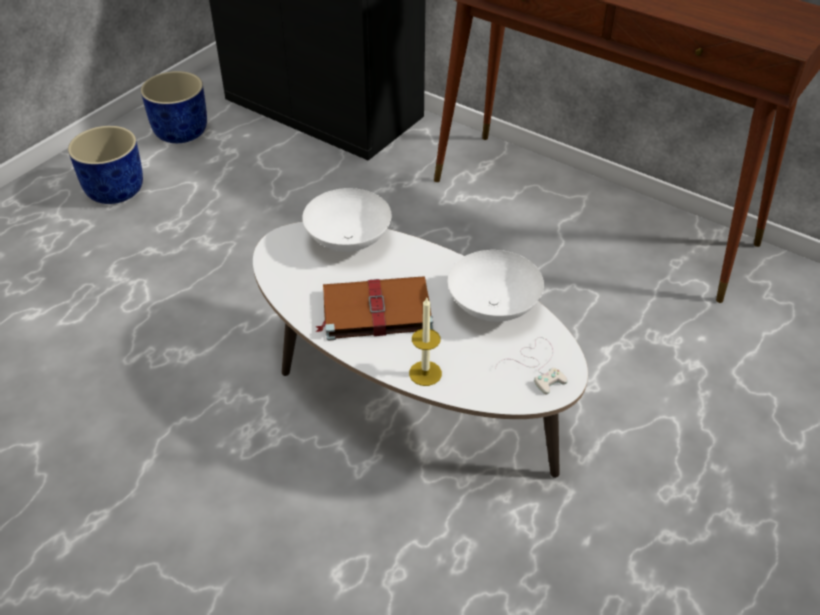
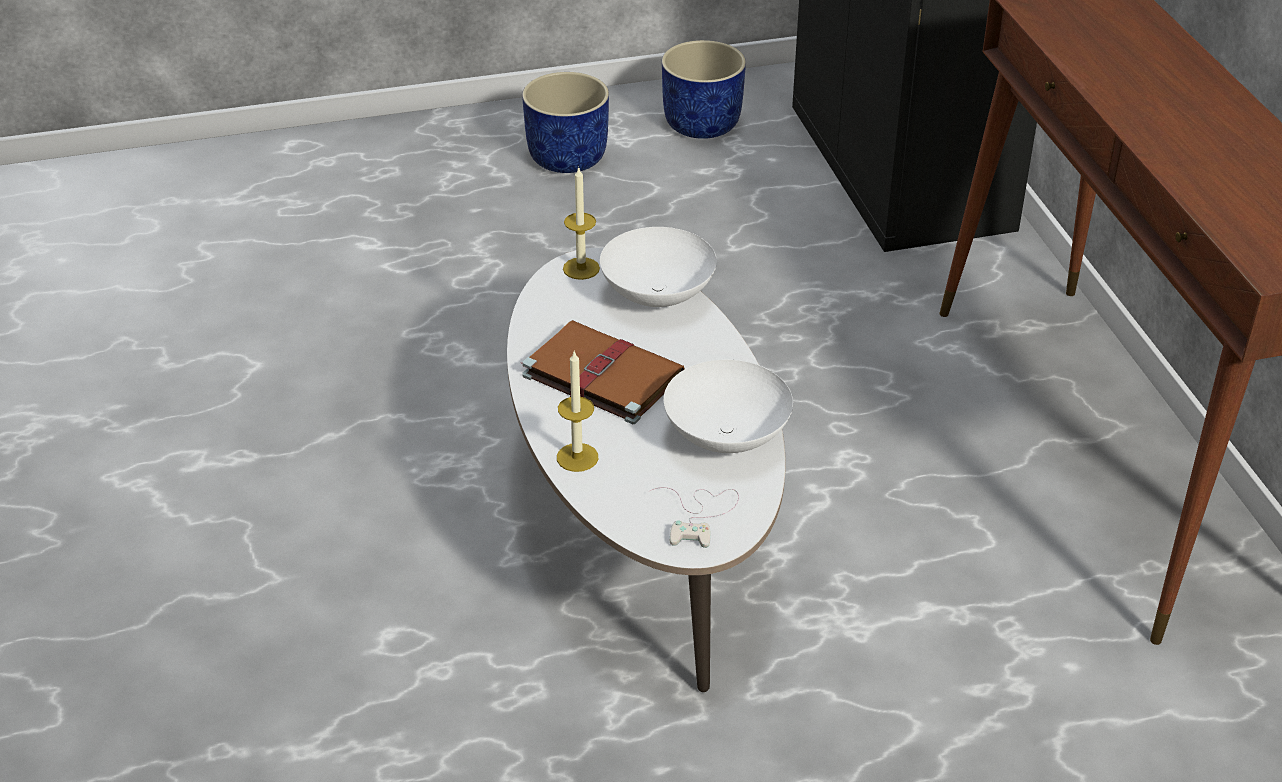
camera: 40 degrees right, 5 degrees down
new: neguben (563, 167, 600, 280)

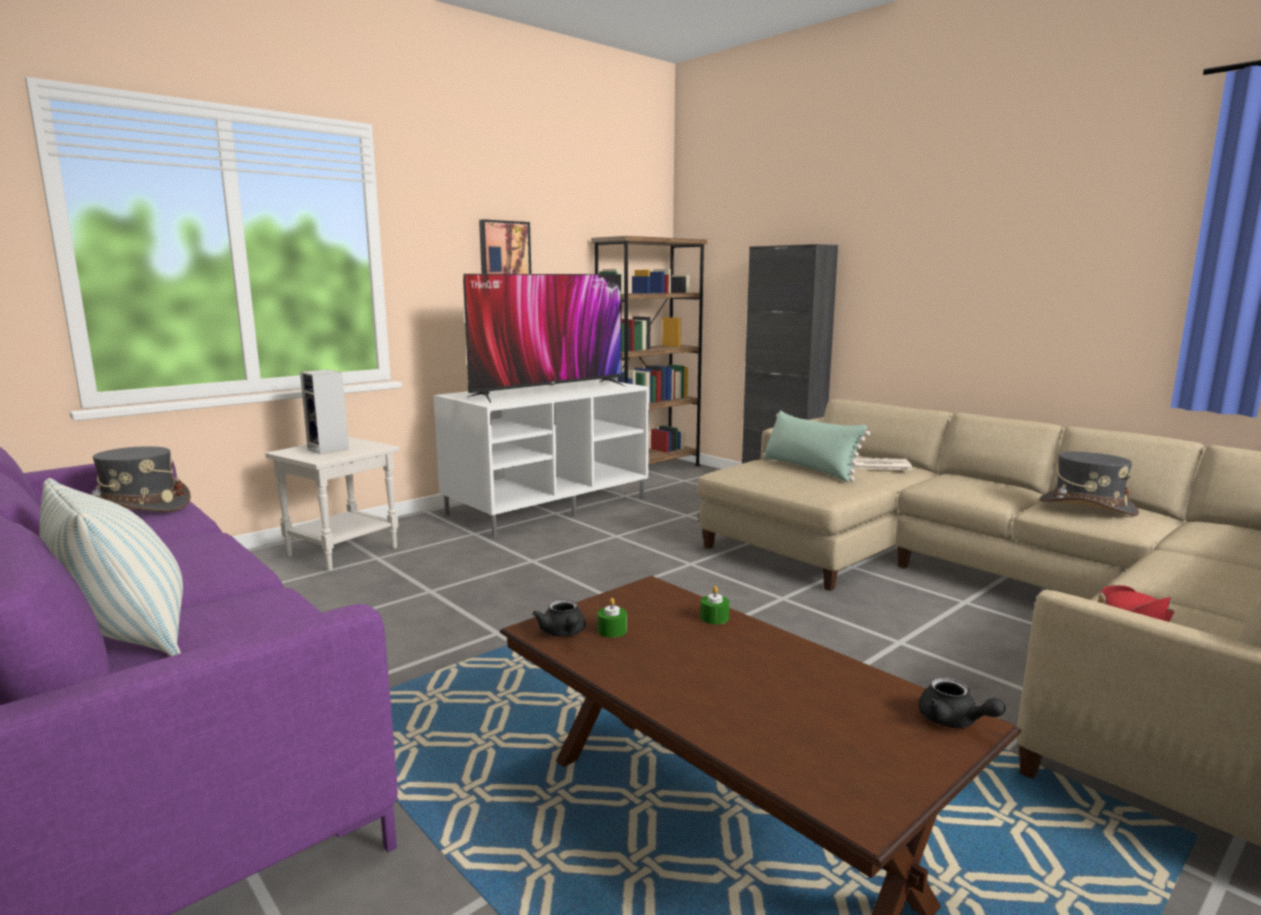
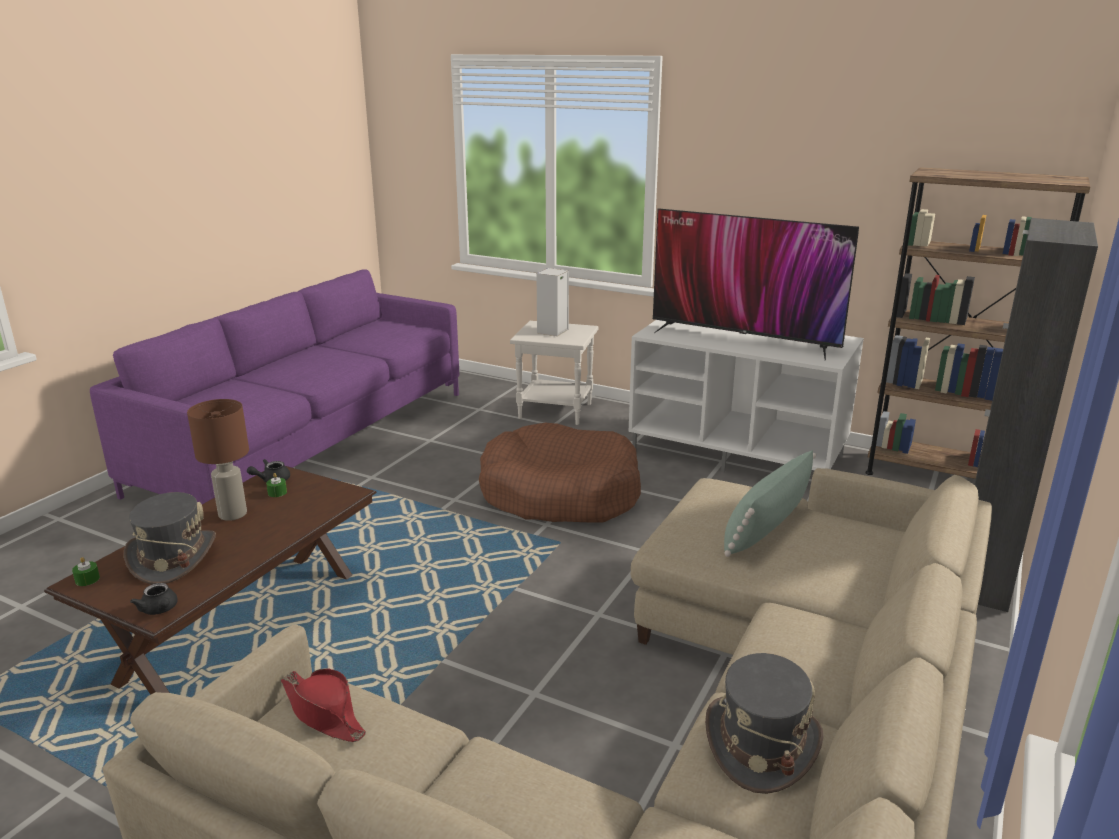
camera: 70 degrees right, 10 degrees up
gone: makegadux (39, 478, 183, 656); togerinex (479, 219, 531, 274); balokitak (853, 458, 912, 470)
new: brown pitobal (187, 399, 249, 521); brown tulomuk (479, 423, 641, 523)
shifted: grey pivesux (92, 446, 191, 512) to (124, 492, 216, 584); green neguben (701, 586, 729, 624) to (72, 557, 100, 586)
rotated: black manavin (918, 677, 1006, 728) = (130, 583, 177, 615) 75 degrees counterclockwise

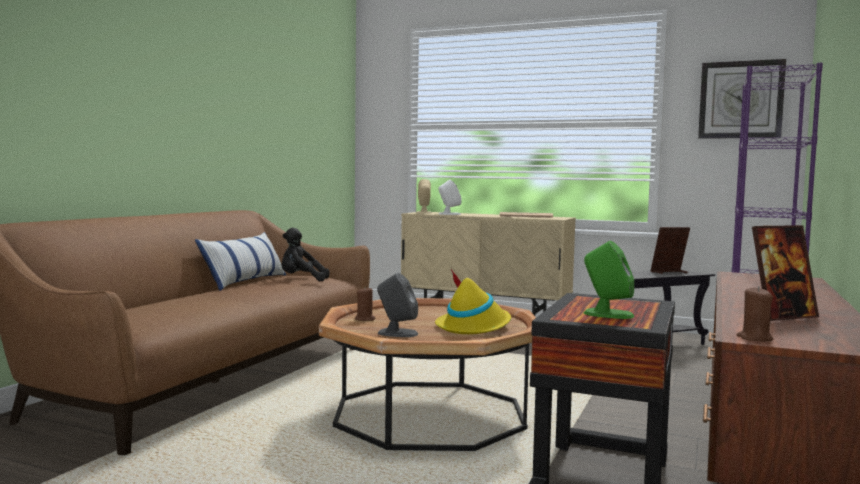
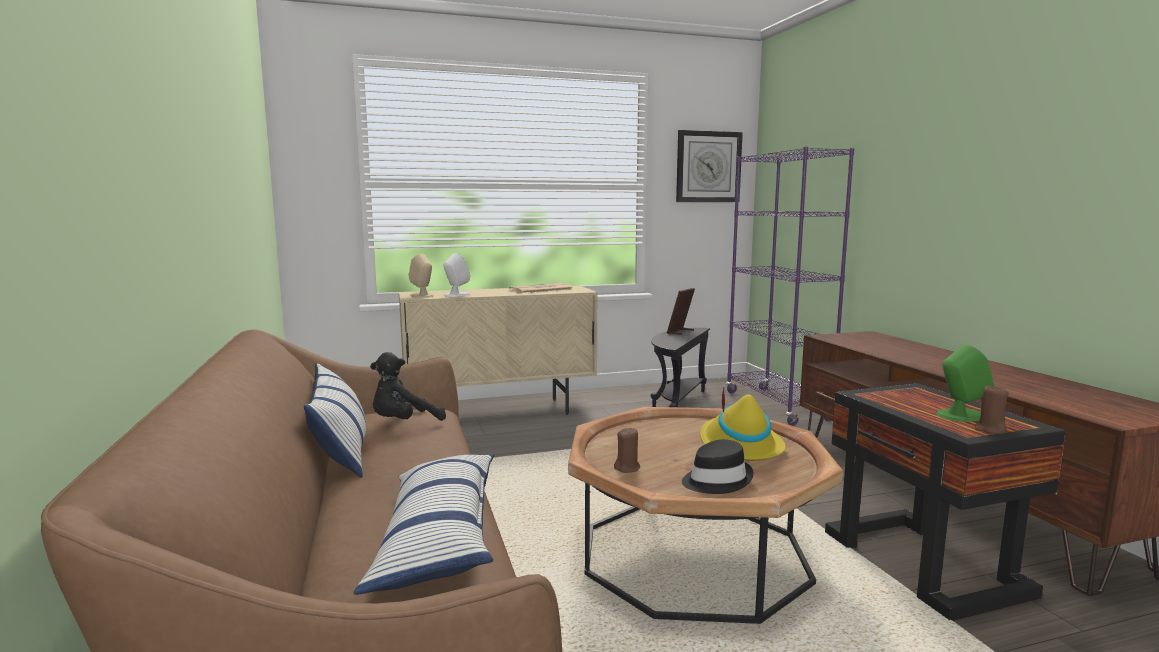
camera: 40 degrees left, 5 degrees up
gone: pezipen (752, 225, 819, 321)
new: makegadux (353, 454, 494, 595)
shifted: brown neguben (737, 286, 773, 342) to (975, 385, 1008, 434)
swapped: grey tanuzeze (377, 273, 418, 337) to black pivesux (682, 439, 754, 494)

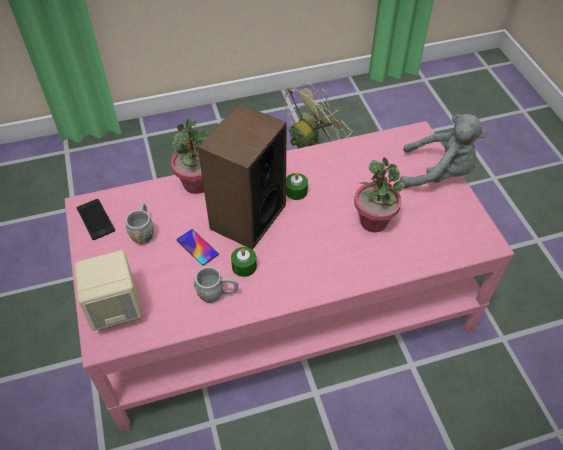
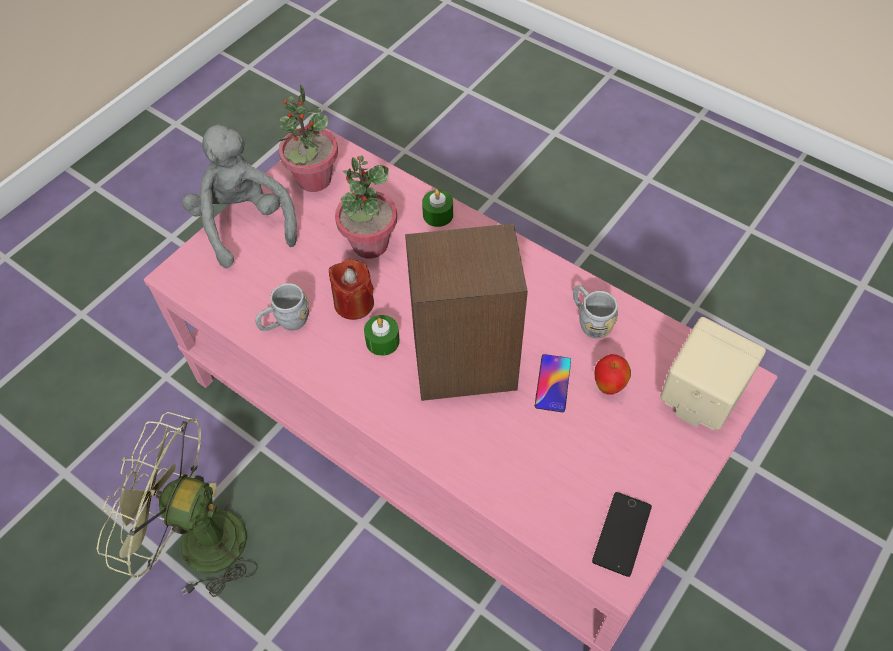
camera: 125 degrees left, 5 degrees up
new: red neguben (329, 259, 374, 320); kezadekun (595, 354, 631, 395)
shifted: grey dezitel (126, 204, 154, 245) to (255, 283, 309, 331); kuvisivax (171, 118, 209, 194) to (277, 84, 338, 192); green neguben (231, 247, 257, 277) to (422, 190, 453, 227)

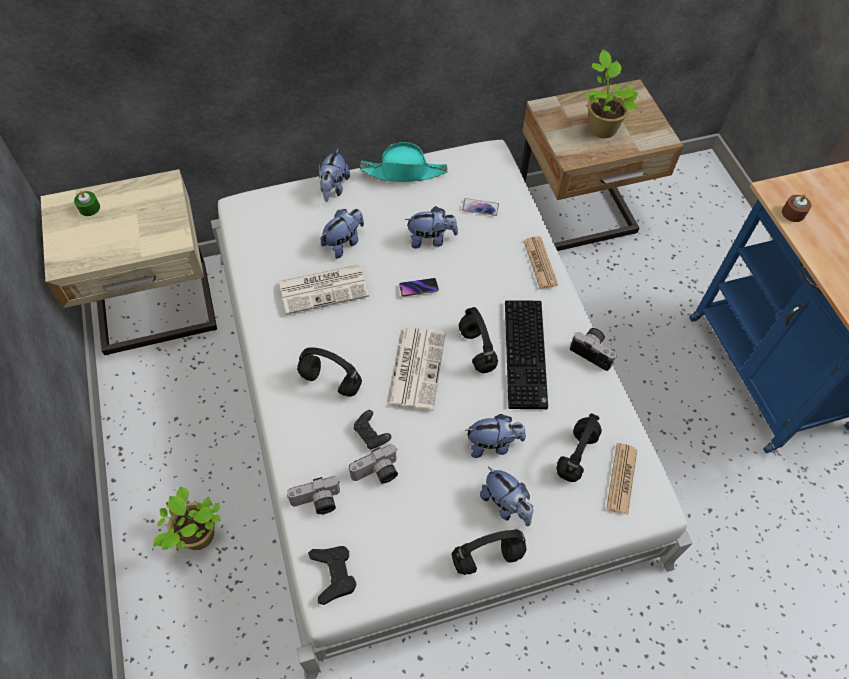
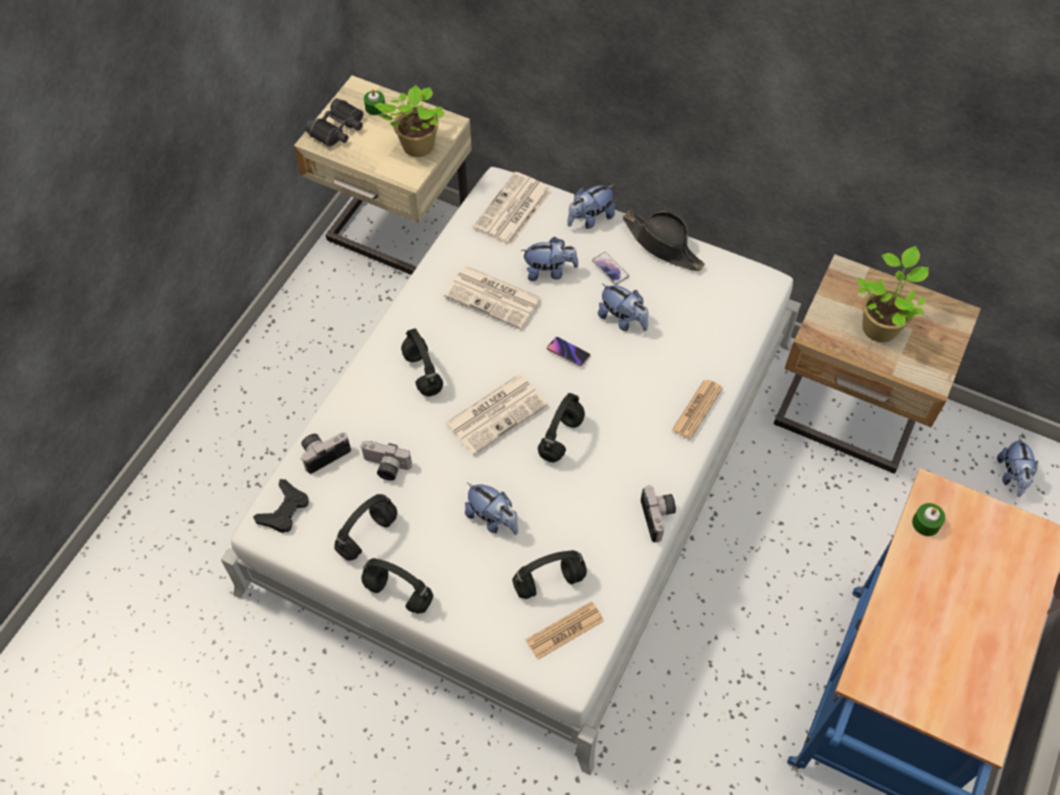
camera: 45 degrees right, 0 degrees up
gone: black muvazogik (354, 410, 391, 449); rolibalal (505, 300, 548, 409)
new: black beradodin (306, 98, 363, 147); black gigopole (334, 494, 397, 561); balokitak (473, 172, 552, 246)
shifted: kuvisivax (153, 486, 221, 550) to (374, 85, 445, 157); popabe (462, 198, 499, 216) to (592, 252, 629, 285); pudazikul (480, 467, 533, 527) to (997, 436, 1038, 497)
repainted: turquoise pivesux (360, 142, 447, 182) to black pivesux (622, 210, 705, 271); brown neguben (782, 194, 811, 222) to green neguben (912, 503, 945, 536)
rotated: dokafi (287, 476, 340, 514) = (301, 432, 351, 474) 120 degrees clockwise

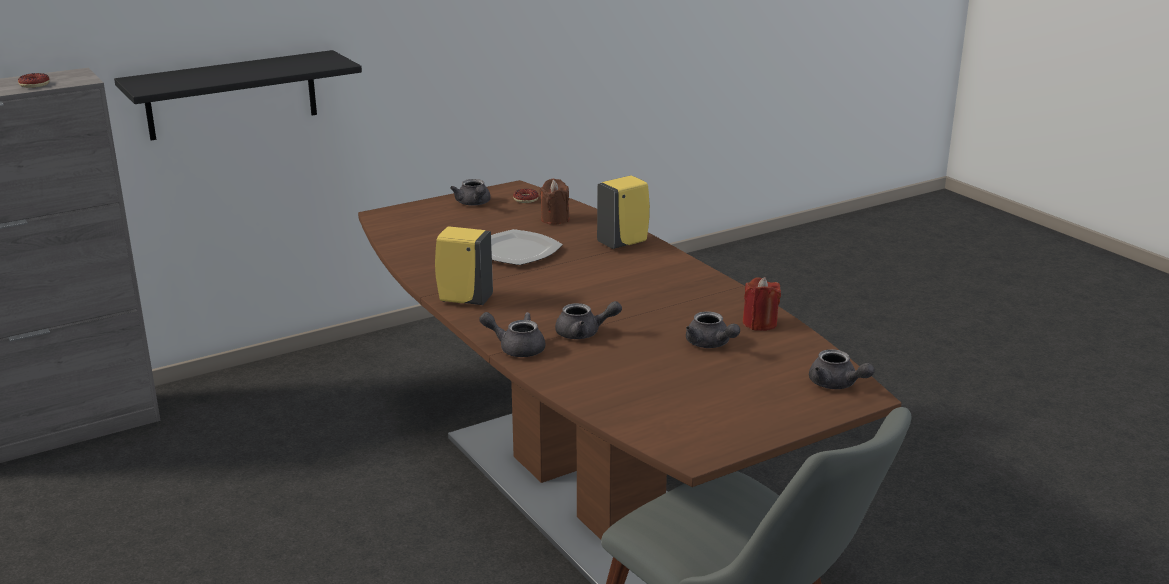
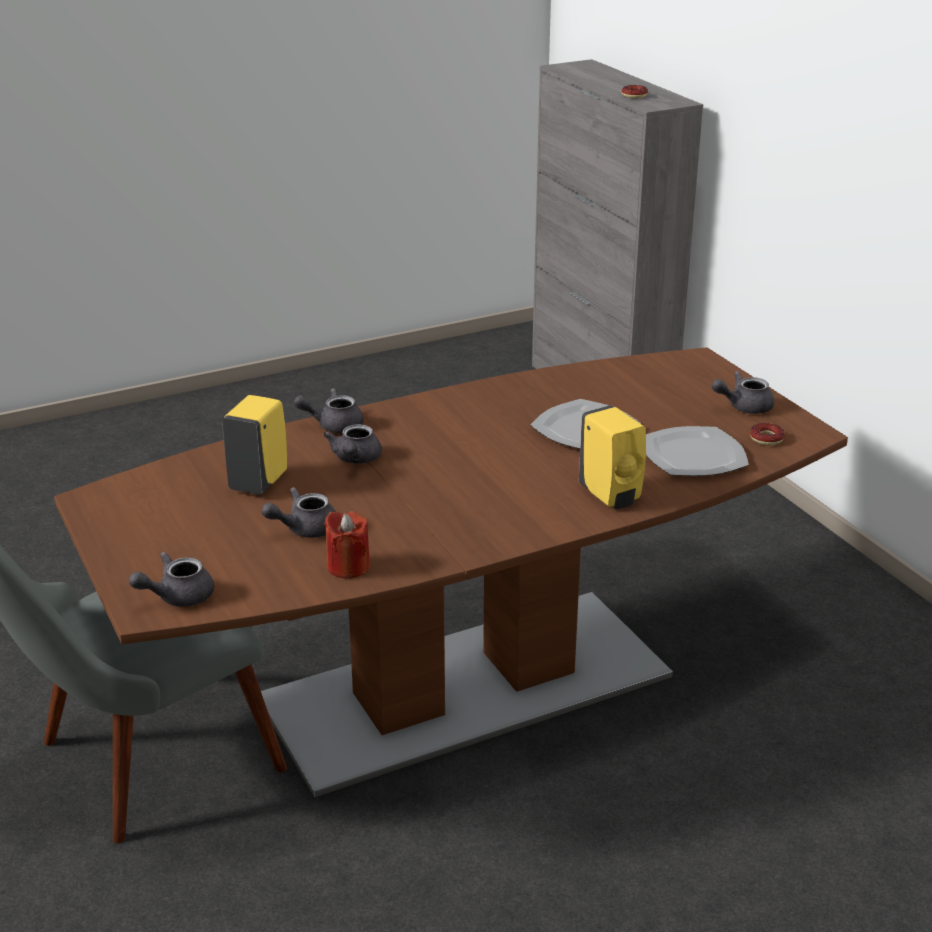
camera: 95 degrees right, 5 degrees up
gone: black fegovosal (114, 50, 362, 140)
shifted: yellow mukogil (435, 226, 493, 305) to (222, 395, 287, 495)
swapped: brown neguben (539, 179, 569, 225) to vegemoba (646, 426, 749, 476)
rotated: grey manavin (479, 312, 546, 357) = (294, 388, 364, 433) 120 degrees counterclockwise

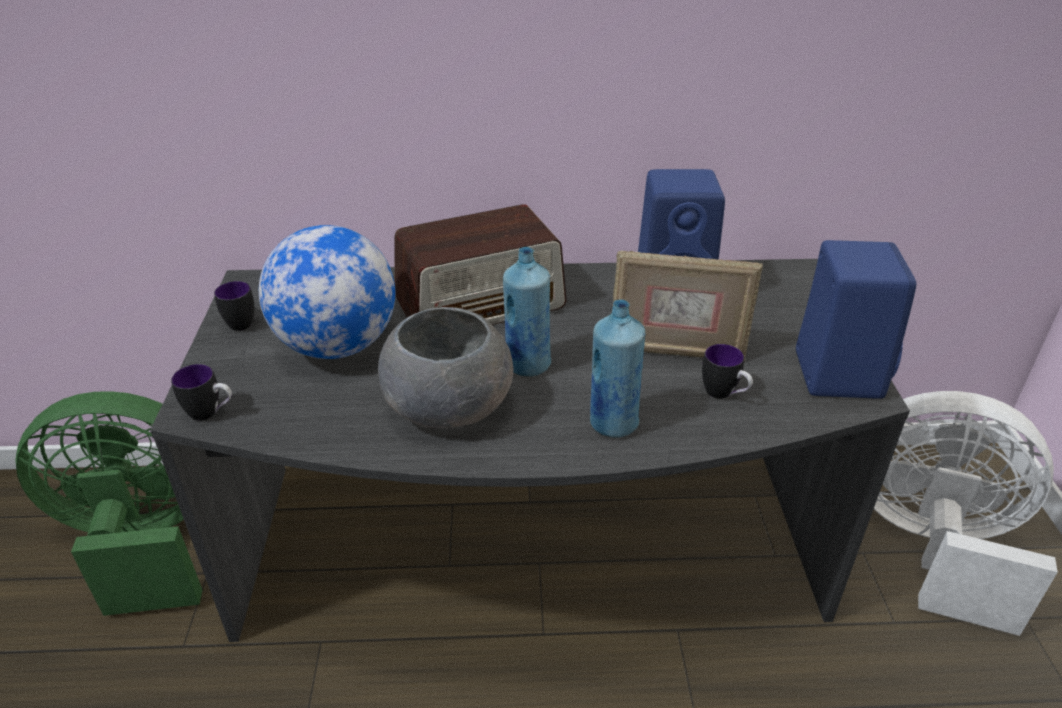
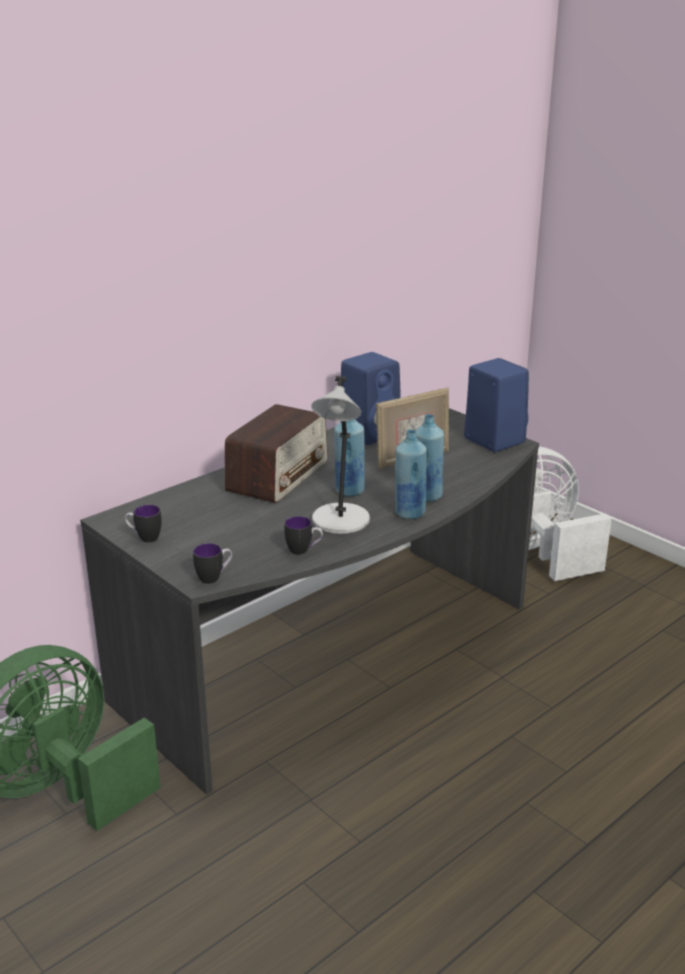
camera: 40 degrees left, 10 degrees down
gone: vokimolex (259, 225, 395, 359)
new: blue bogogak (395, 430, 427, 519)
shifted: dezitel (702, 344, 753, 399) to (284, 516, 323, 555)
swapped: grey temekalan (378, 307, 513, 428) to grey pitobal (311, 376, 370, 534)

